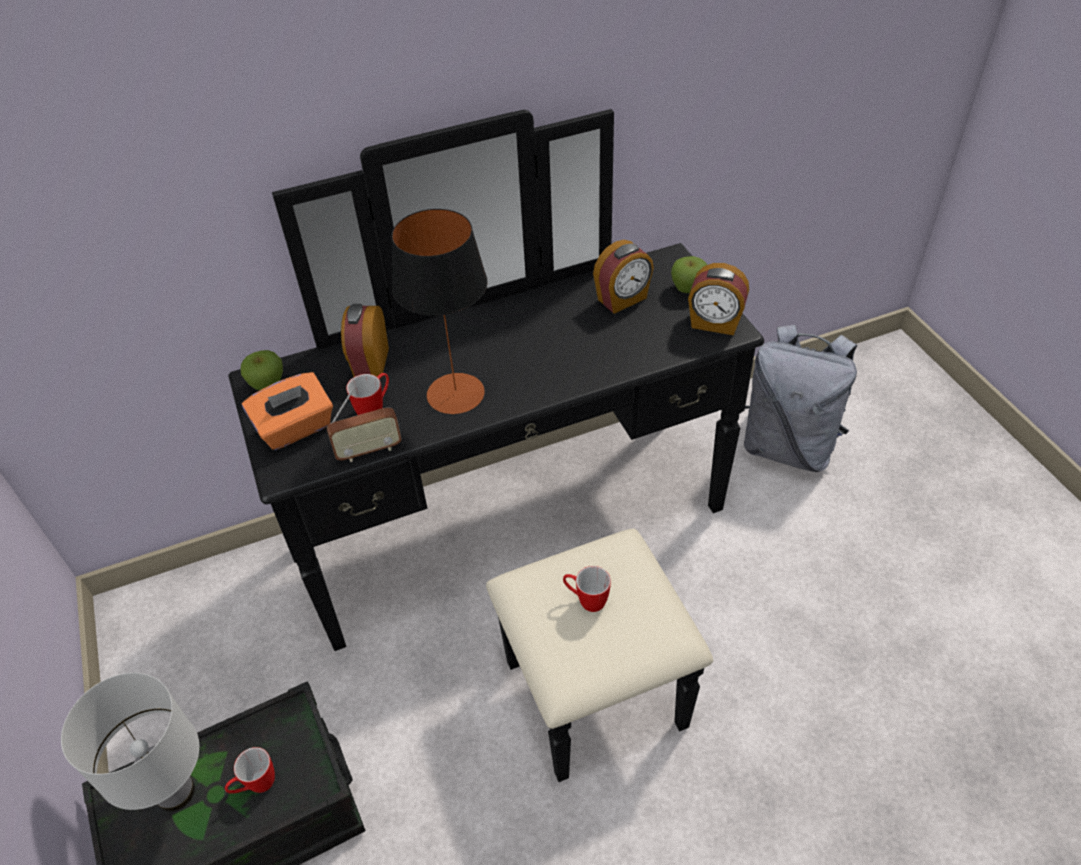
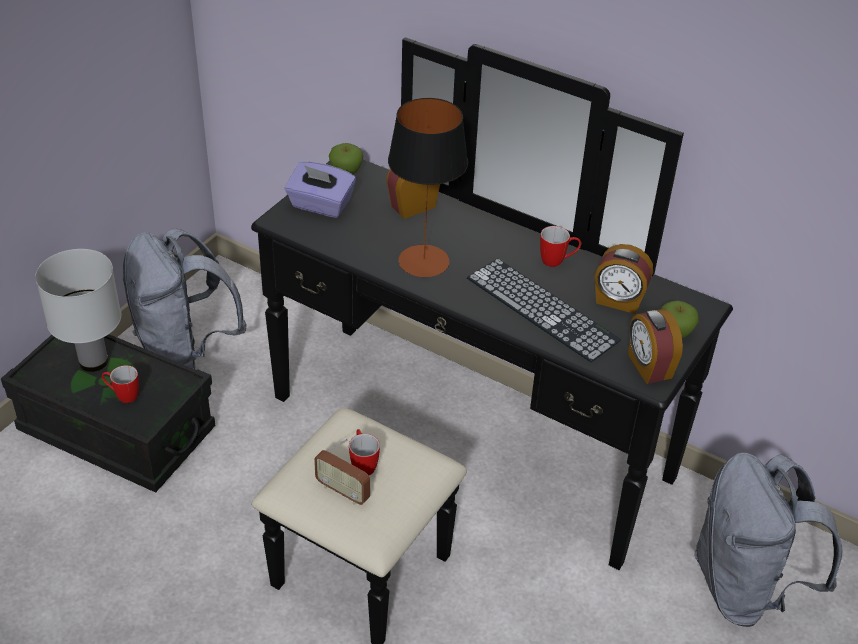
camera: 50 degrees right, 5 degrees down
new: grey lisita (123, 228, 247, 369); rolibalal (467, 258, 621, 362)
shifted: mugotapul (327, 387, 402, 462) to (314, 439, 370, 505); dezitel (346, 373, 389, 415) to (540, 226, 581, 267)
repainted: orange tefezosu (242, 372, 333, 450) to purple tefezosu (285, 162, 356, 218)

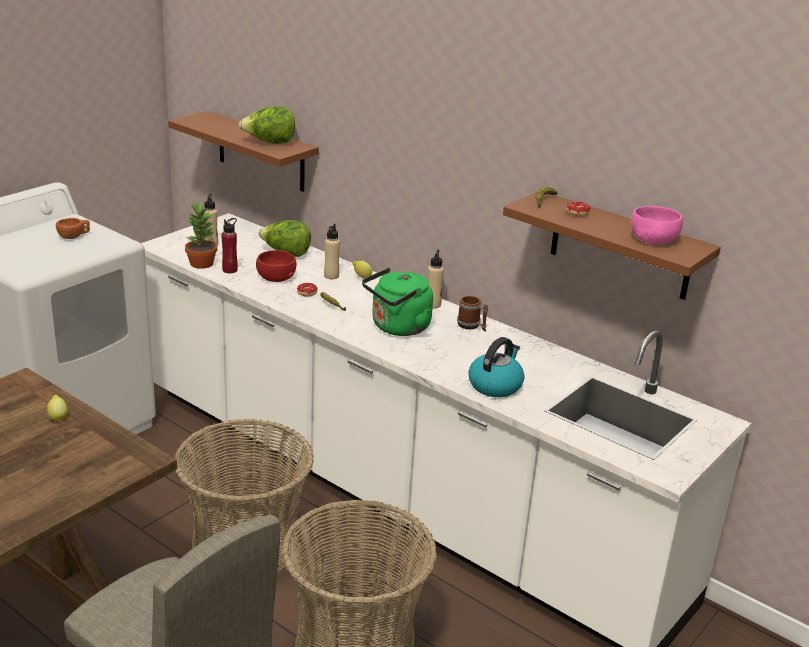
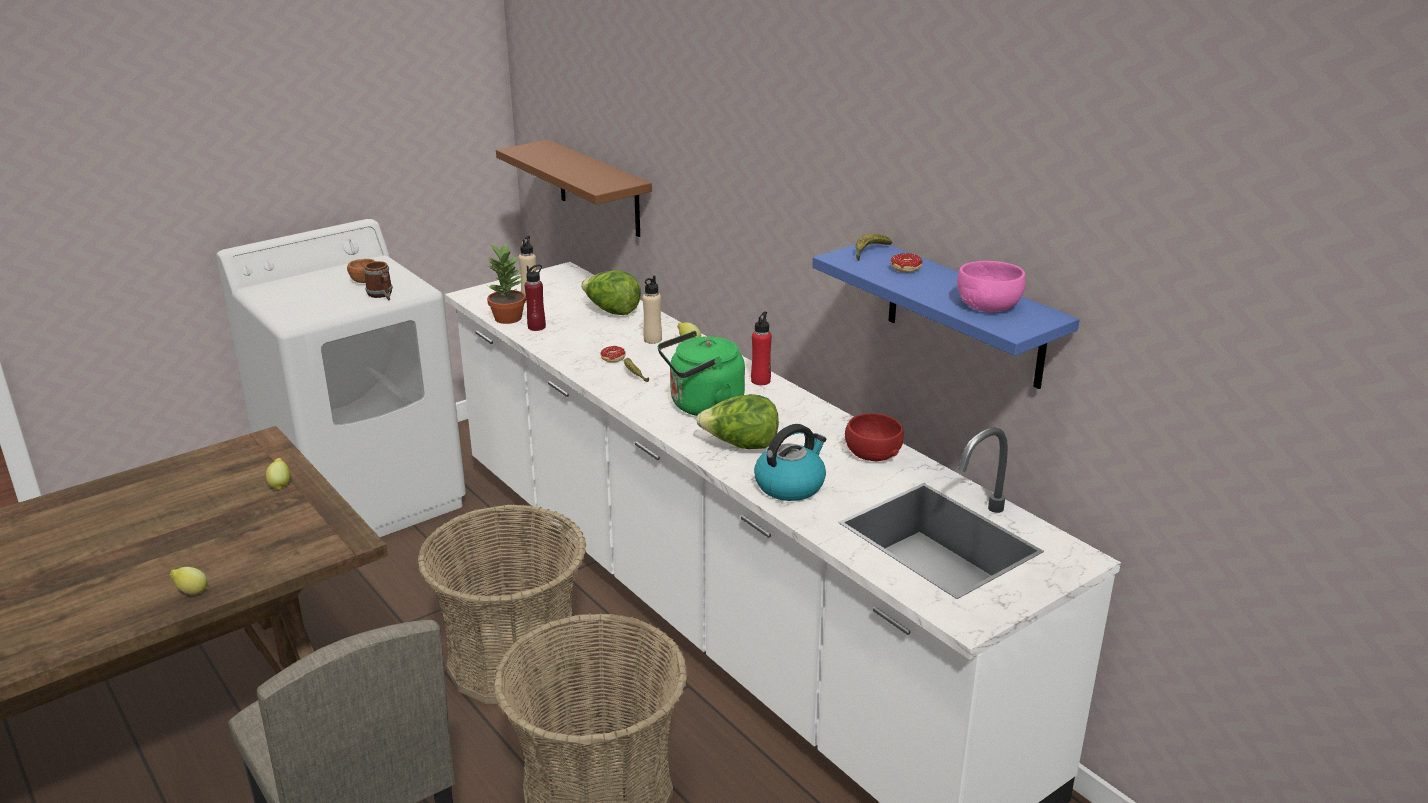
camera: 15 degrees right, 0 degrees up
new: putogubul (170, 567, 207, 595)
shifted: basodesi (239, 106, 295, 144) to (696, 394, 779, 449); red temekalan (256, 250, 296, 282) to (845, 413, 904, 461); dezitel (457, 296, 488, 332) to (364, 261, 393, 301)
repainted: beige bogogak (428, 250, 444, 308) to red bogogak (751, 311, 772, 385); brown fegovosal (503, 192, 721, 300) to blue fegovosal (812, 243, 1080, 389)

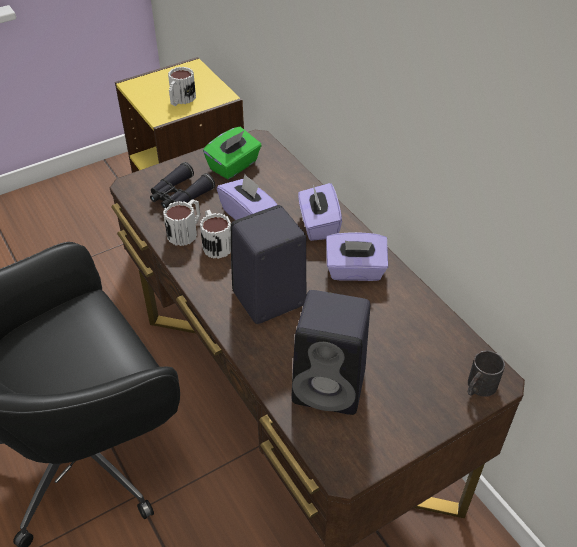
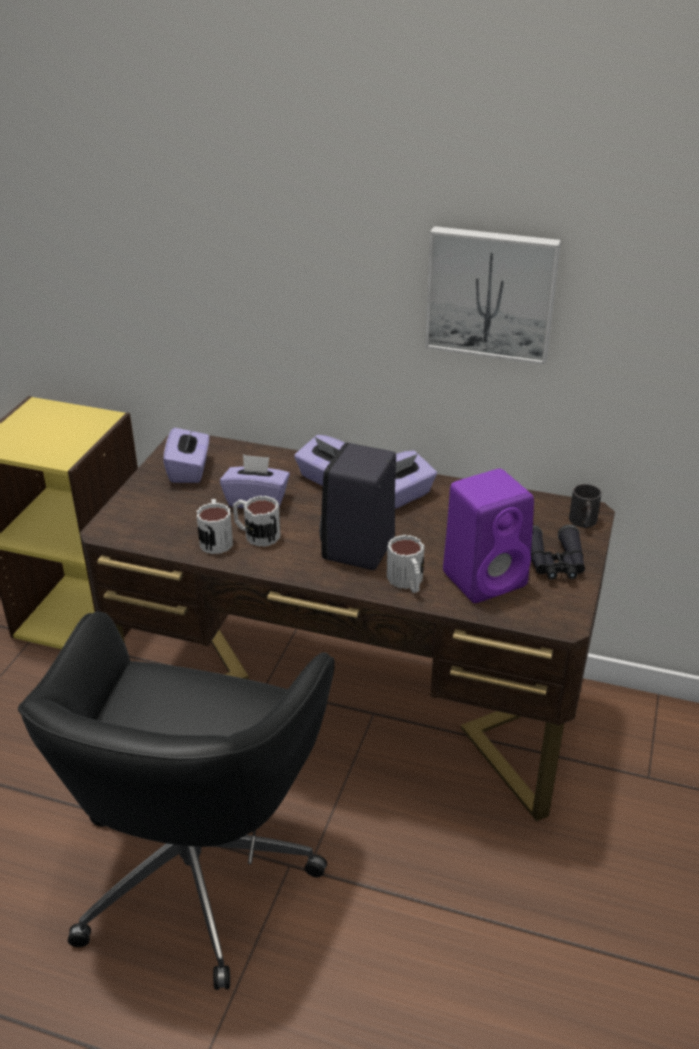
camera: 40 degrees left, 10 degrees down
new: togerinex (425, 226, 561, 365)
shifted: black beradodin (150, 162, 215, 208) to (531, 524, 585, 580); dezitel (168, 67, 196, 106) to (387, 535, 424, 593)
repainted: green tefezosu (203, 127, 262, 179) to purple tefezosu (163, 425, 209, 483); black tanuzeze (292, 290, 370, 415) to purple tanuzeze (443, 469, 534, 603)

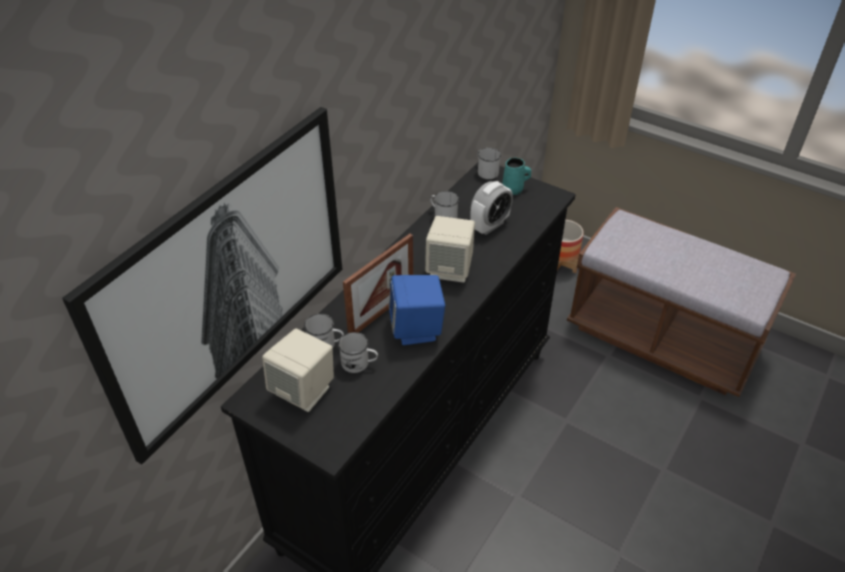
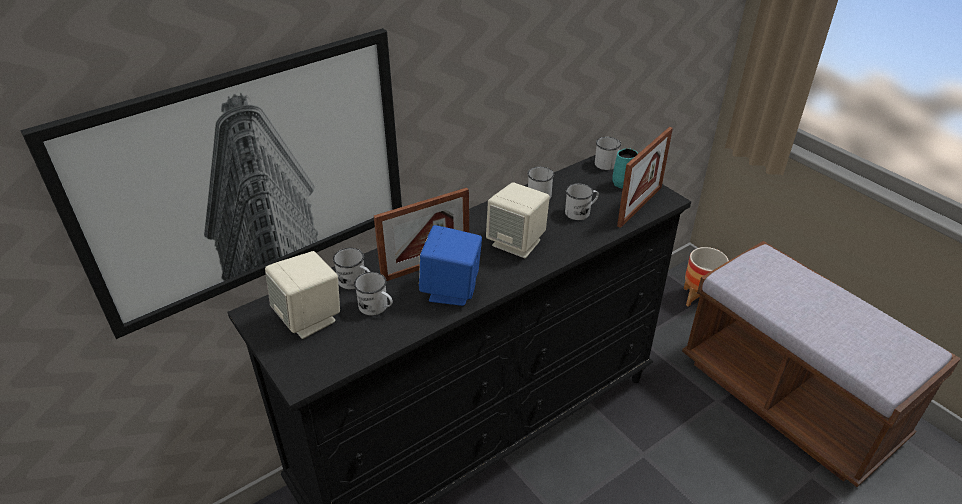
camera: 20 degrees right, 5 degrees down
new: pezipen (617, 127, 673, 228)
swapped: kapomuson (470, 181, 513, 235) to white dezitel (565, 183, 599, 220)

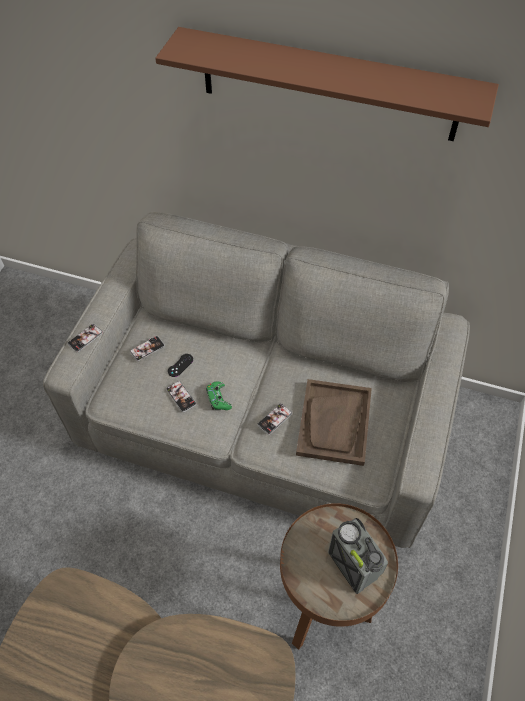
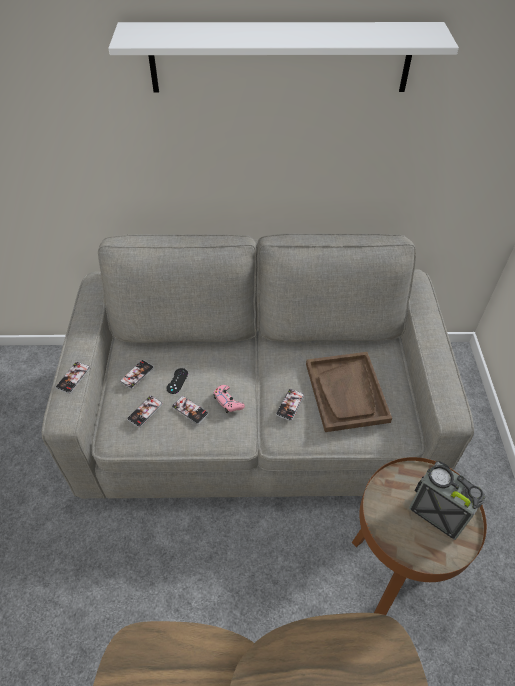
camera: 20 degrees left, 5 degrees down
new: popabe (127, 395, 163, 427)
repainted: brown fegovosal (155, 27, 499, 141) to white fegovosal (108, 22, 459, 93); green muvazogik (206, 381, 232, 410) to pink muvazogik (213, 385, 245, 413)

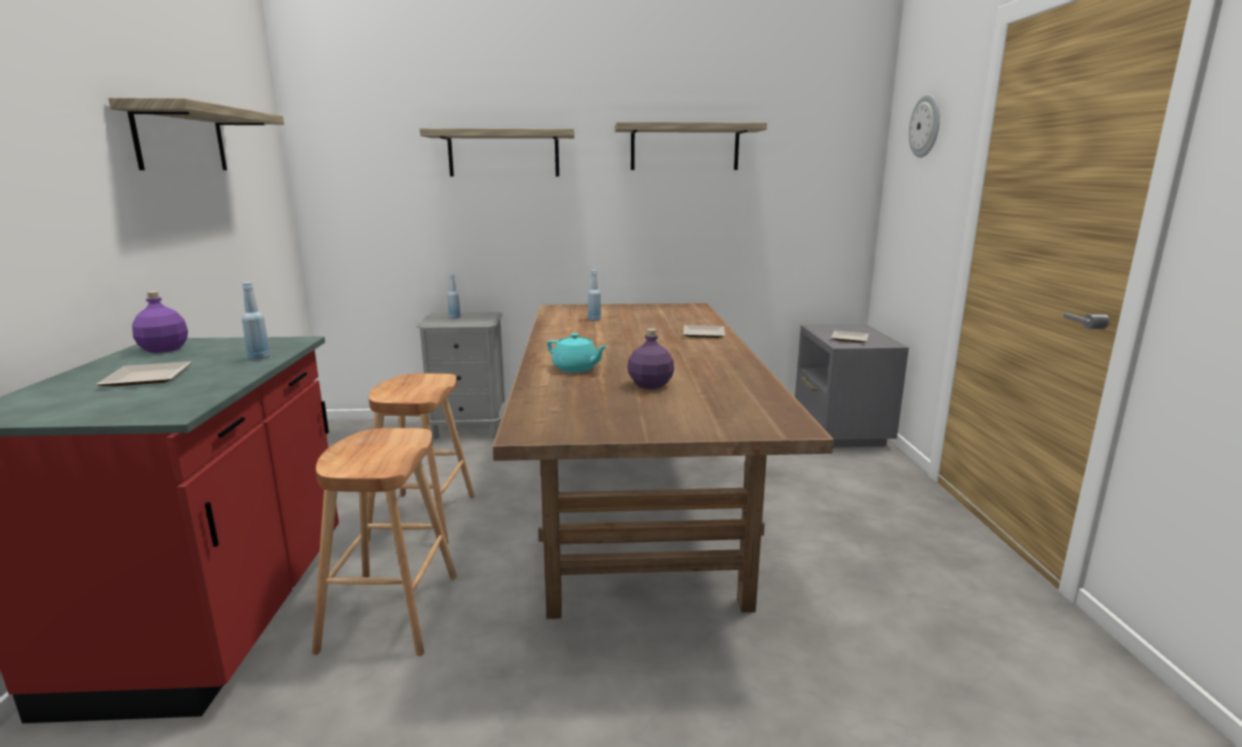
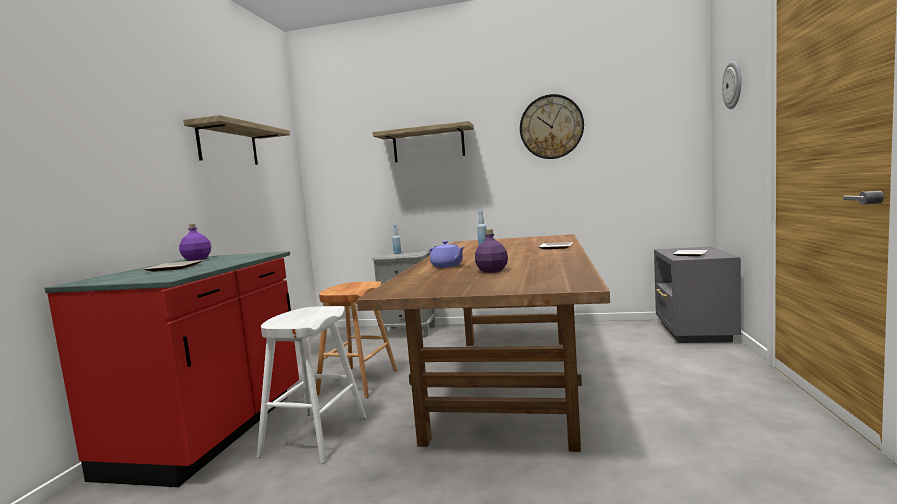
camera: 15 degrees right, 10 degrees down
gone: blue bogogak (242, 282, 270, 360)
swapped: fegovosal (615, 122, 767, 170) to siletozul (520, 94, 584, 159)
repainted: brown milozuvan (312, 428, 457, 656) to white milozuvan (257, 306, 366, 463); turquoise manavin (547, 333, 608, 373) to purple manavin (429, 241, 465, 268)

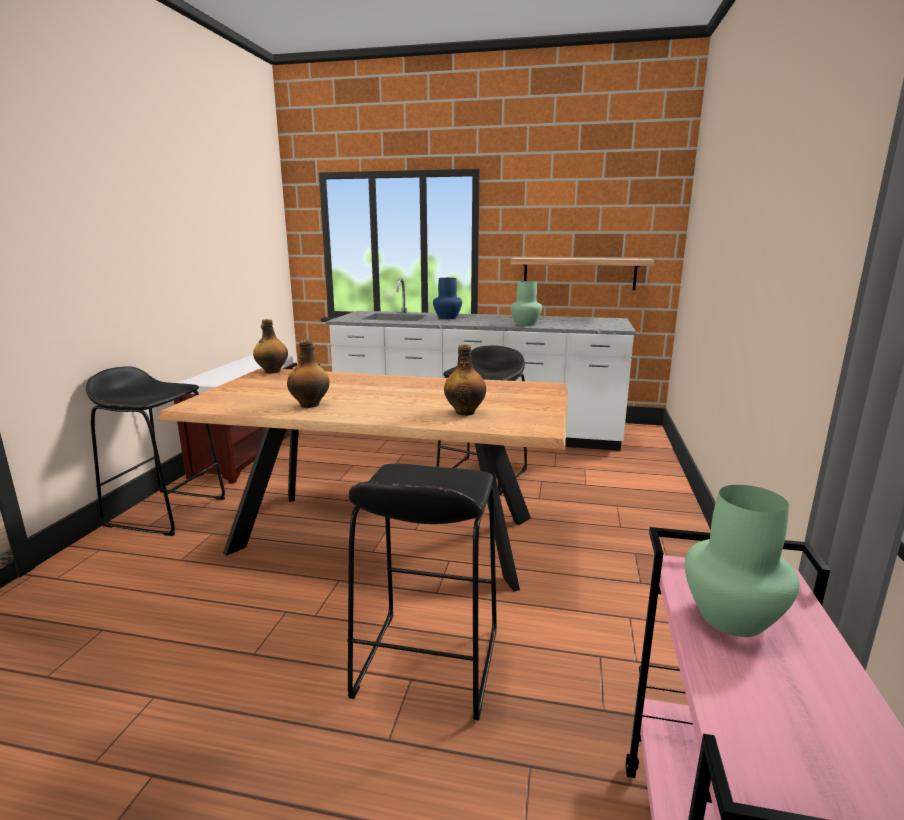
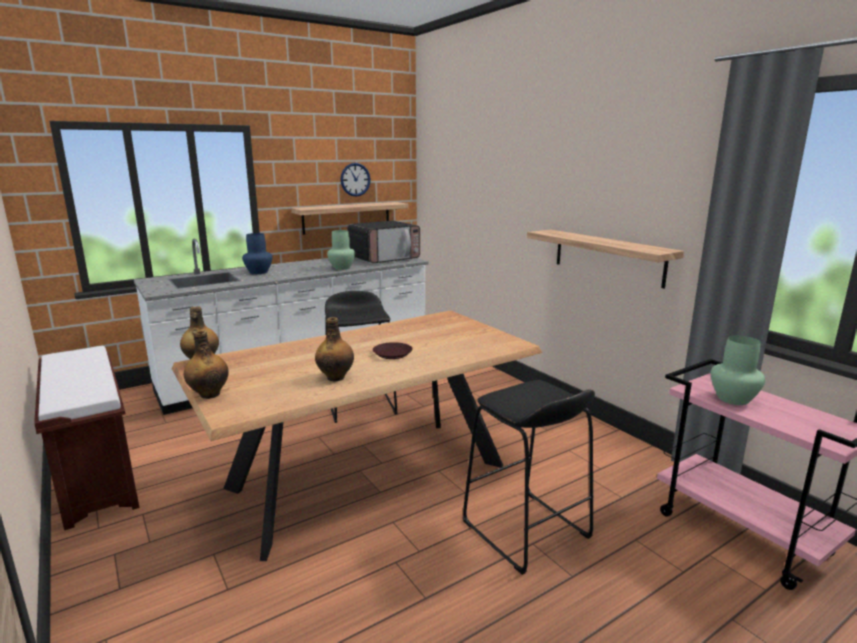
camera: 45 degrees left, 0 degrees up
gone: black milozuvan (86, 366, 226, 536)
new: siletozul (341, 163, 371, 197); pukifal (347, 221, 420, 263); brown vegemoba (373, 342, 413, 359); fegovosal (527, 230, 684, 288)
shifted: bogogak (444, 345, 486, 416) to (184, 330, 229, 399)

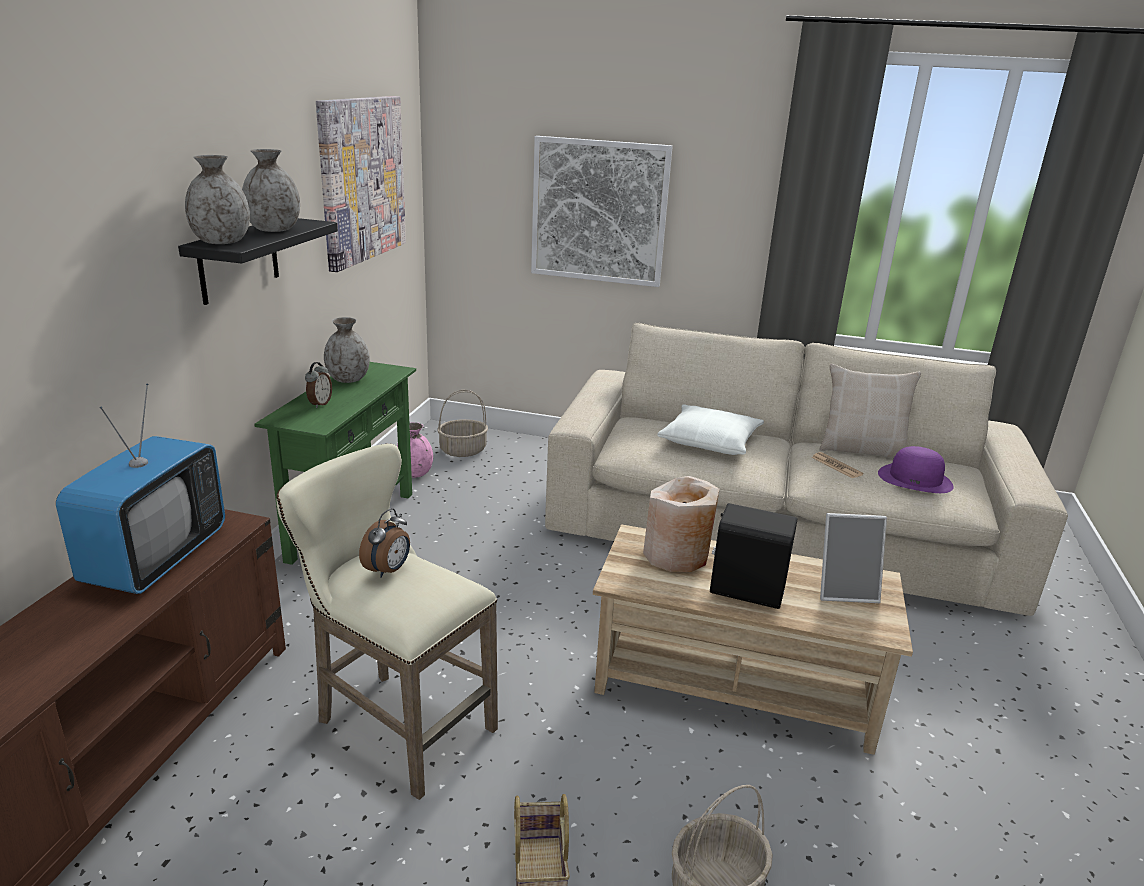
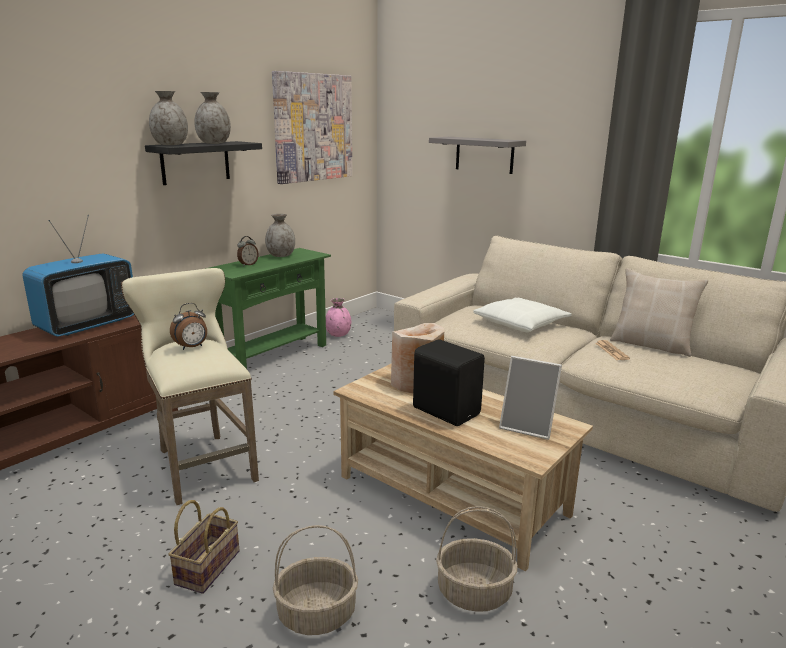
camera: 25 degrees right, 5 degrees down
gone: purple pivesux (878, 446, 954, 493)
shifted: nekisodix (437, 390, 488, 457) to (436, 506, 518, 612)
swapped: togerinex (531, 136, 673, 287) to grey fegovosal (429, 137, 526, 174)

